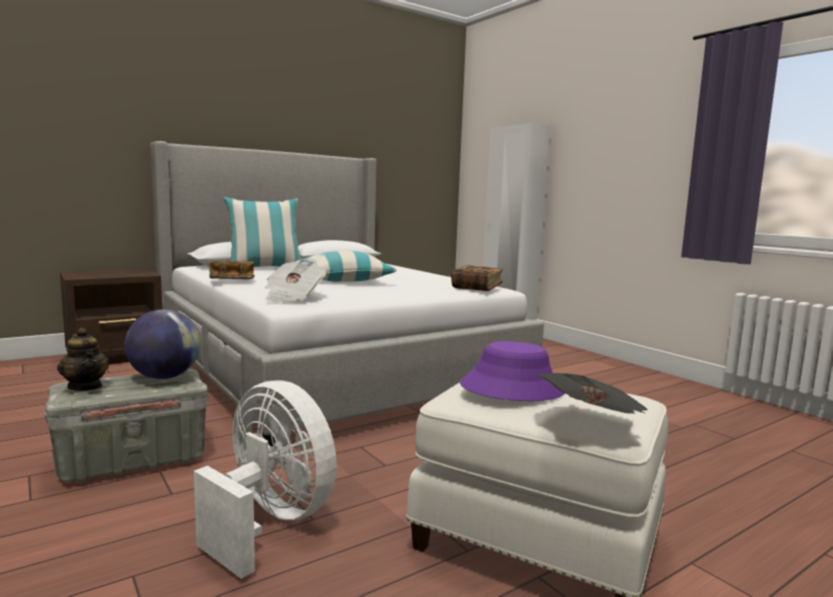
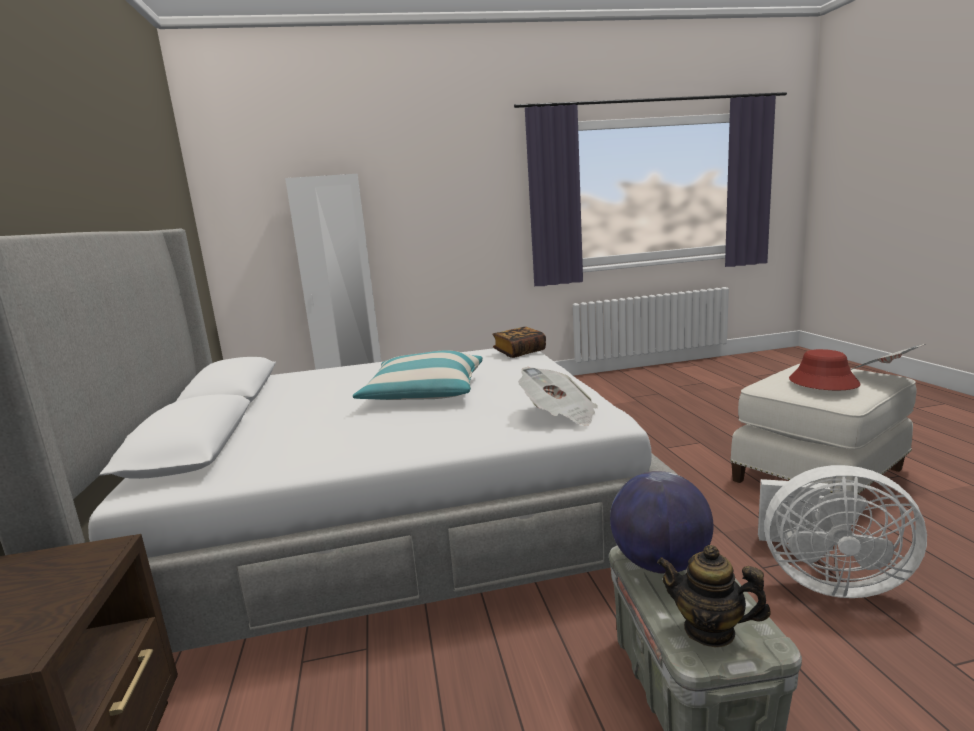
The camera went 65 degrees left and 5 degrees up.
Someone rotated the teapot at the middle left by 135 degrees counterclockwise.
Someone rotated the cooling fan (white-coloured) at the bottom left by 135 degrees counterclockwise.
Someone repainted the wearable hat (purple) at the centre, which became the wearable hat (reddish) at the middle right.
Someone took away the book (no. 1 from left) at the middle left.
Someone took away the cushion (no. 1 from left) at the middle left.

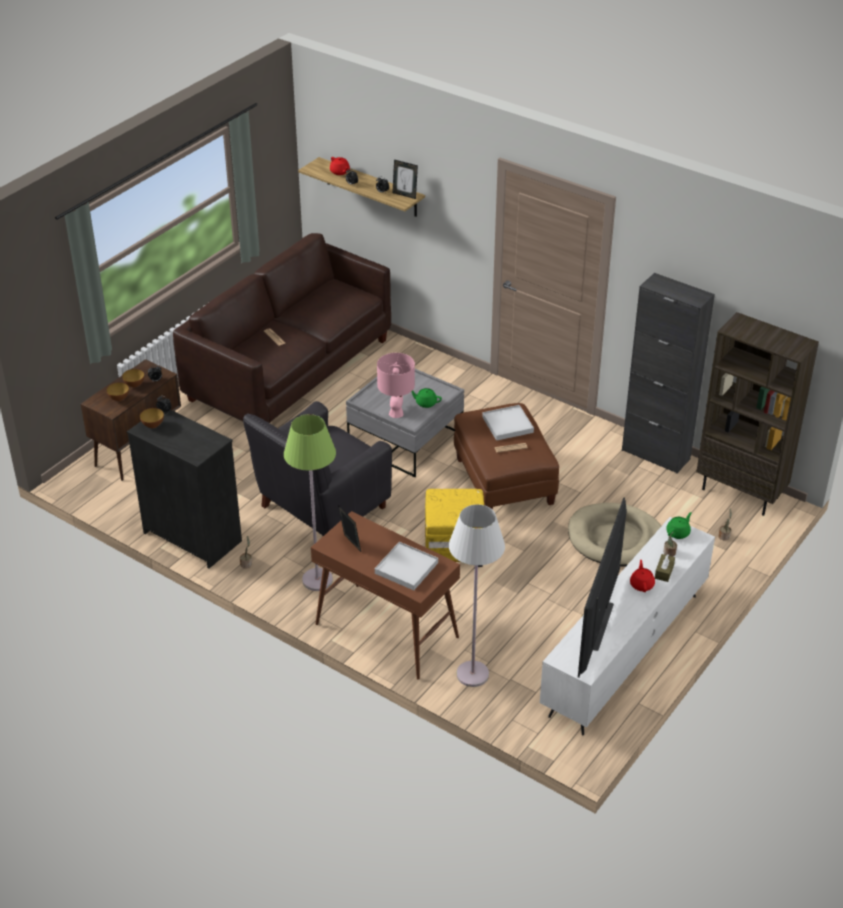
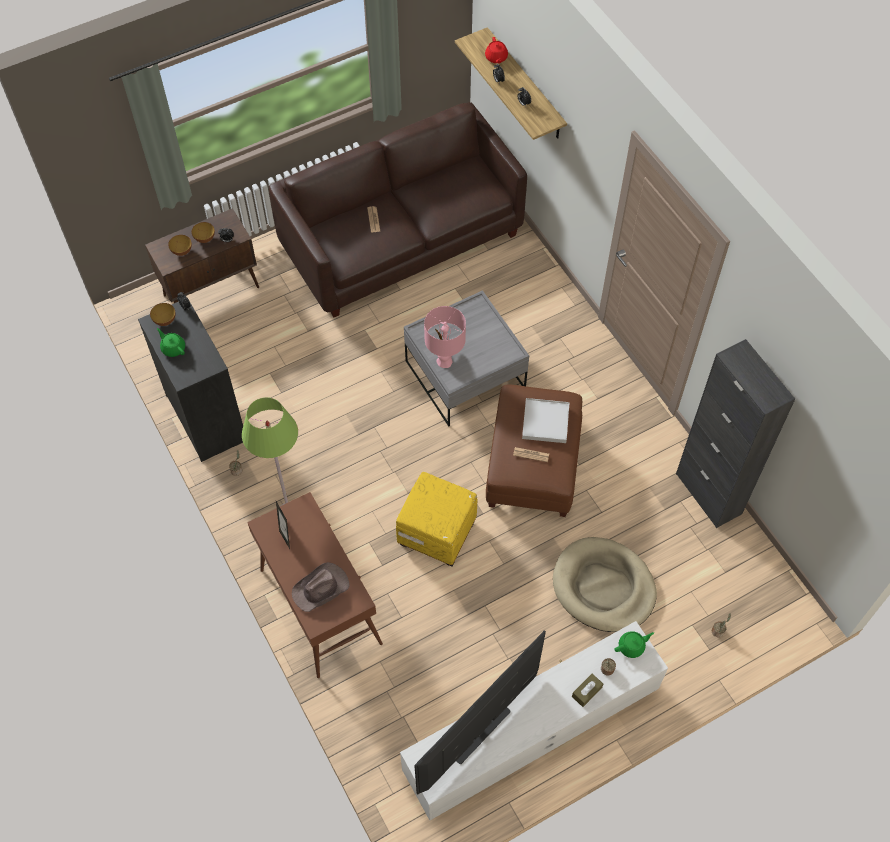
The camera went 25 degrees right and 20 degrees up.
Someone carried the teapot (greenish) (no. 1 from left) from the centre to the middle left.
Someone swapped the tray (white-coloured) (no. 1 from left) at the centre for the wearable hat (brown-coloured) at the bottom centre.
Someone took away the lounge chair (black) at the centre.
Someone took away the picture frame (no. 2 from left) at the top centre.
Someone took away the floor lamp (white-coloured) at the centre.
Someone took away the teapot (reddish) (no. 2 from left) at the middle right.
Someone took away the bookcase (brown-coloured) at the middle right.

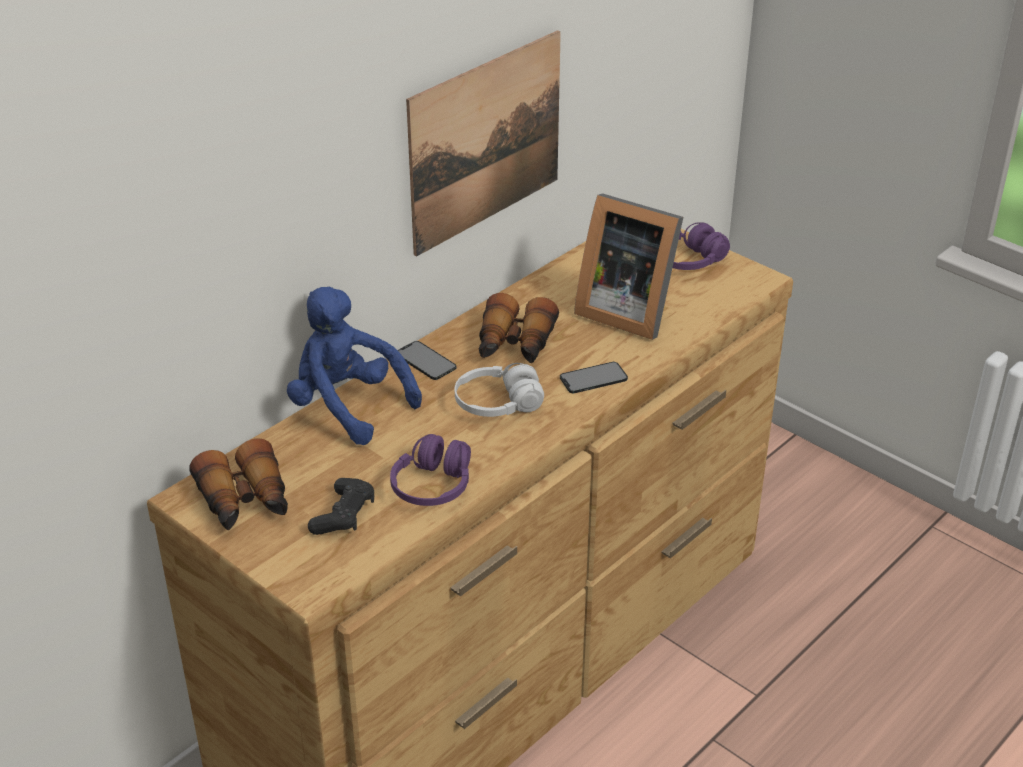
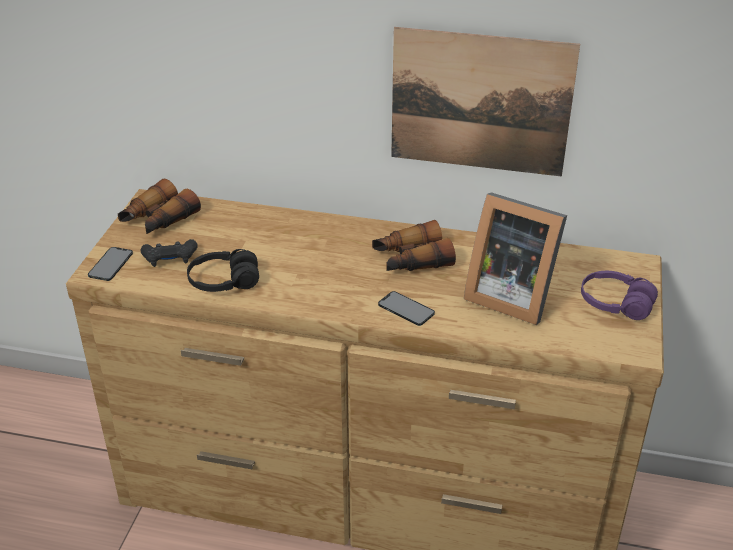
The camera went 60 degrees right and 0 degrees up.
Someone carried the telephone (no. 1 from left) from the centre to the middle left.
Someone repainted the headset (purple) (no. 1 from left) at the centre, which became the headset (black) at the middle left.
Someone rotated the picture frame at the centre by 60 degrees counterclockwise.
Someone took away the plush toy (bluish) at the centre.
Someone took away the headset (white-coloured) at the centre.

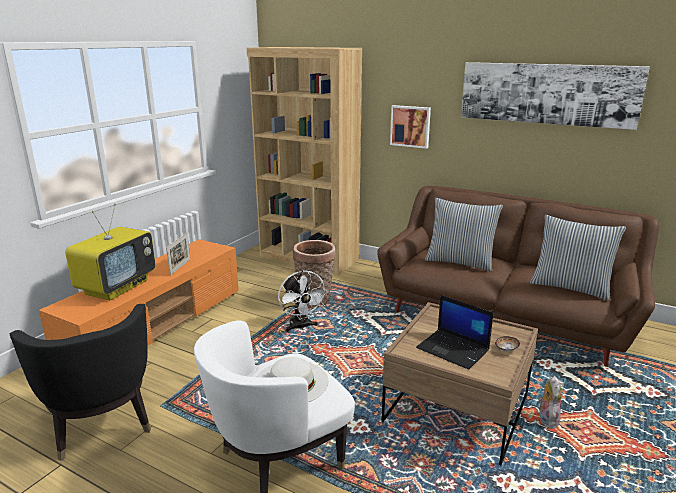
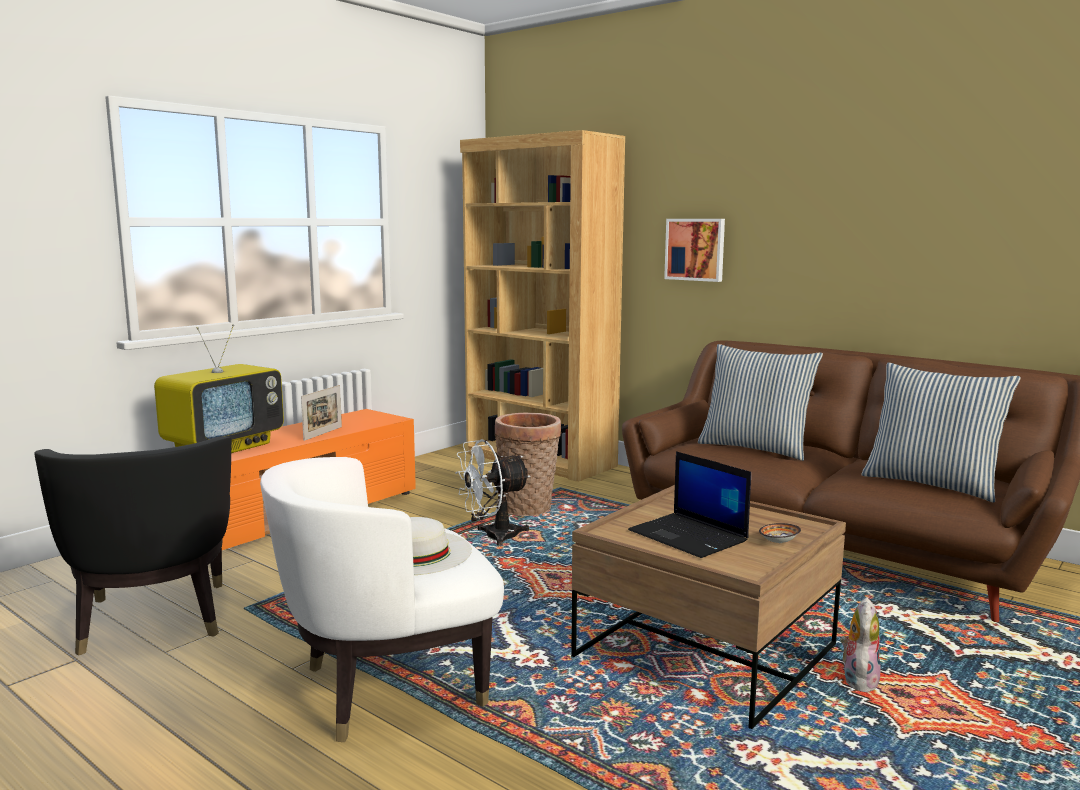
The camera went 10 degrees right and 10 degrees down.
Someone rotated the cooling fan (white-coloured) at the centre by 75 degrees clockwise.
Someone took away the picture (no. 2 from left) at the top right.

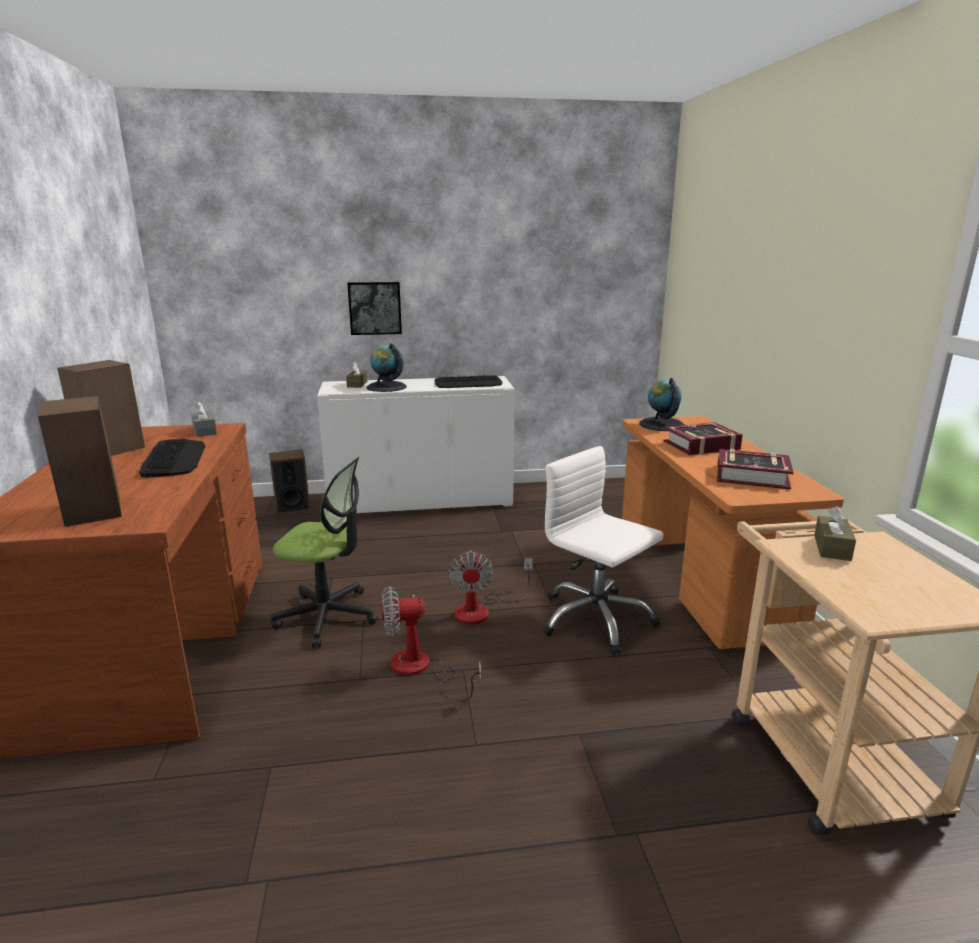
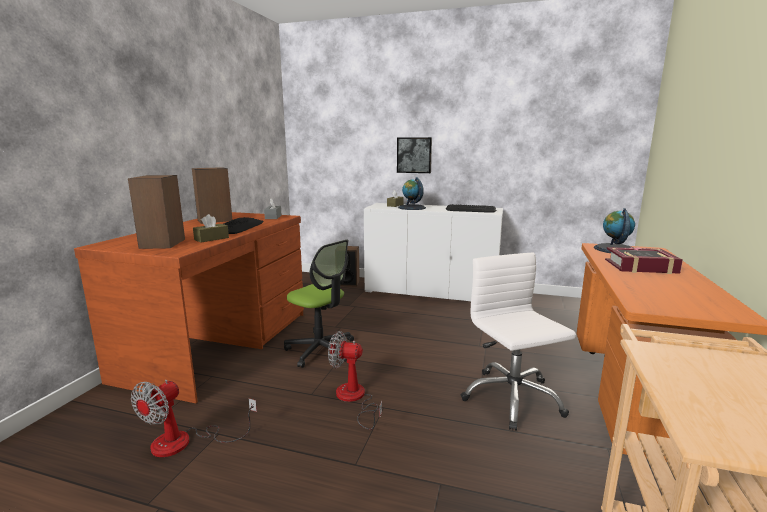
The camera went 25 degrees right and 5 degrees down.
Someone carried the cooling fan (no. 2 from left in the first image) from the centre to the bottom left.
Someone carried the tissue holder (brown-coloured) (no. 2 from left in the first image) from the middle right to the middle left.
Someone took away the book (no. 2 from left) at the middle right.

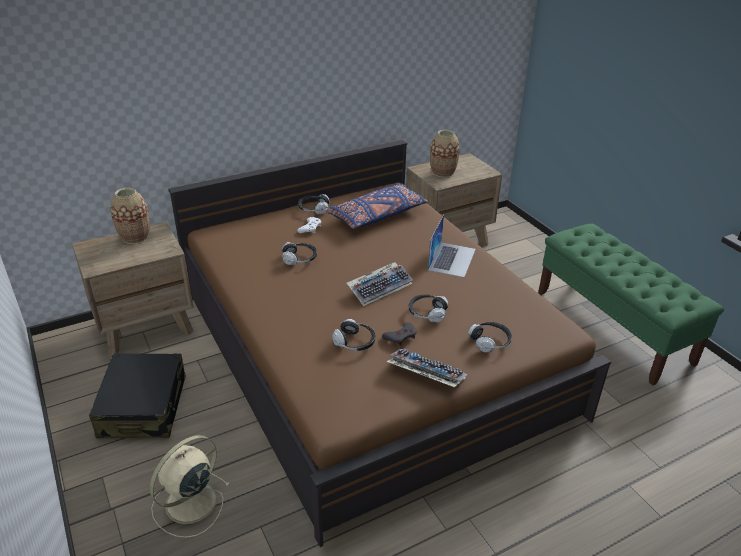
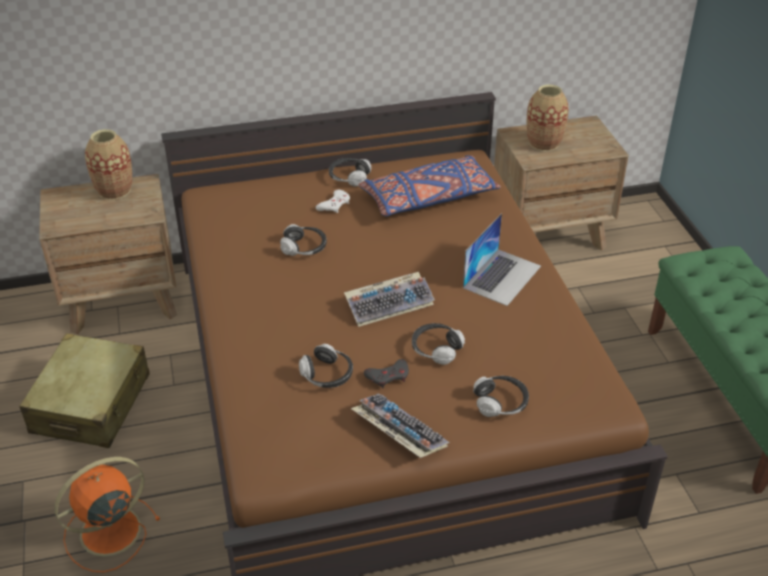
The camera went 15 degrees right and 5 degrees up.
Someone repainted the piece of luggage (black) at the bottom left, which became the piece of luggage (sand-coloured) at the bottom left.
Someone repainted the cooling fan (sand-coloured) at the bottom left, which became the cooling fan (orange-coloured) at the bottom left.

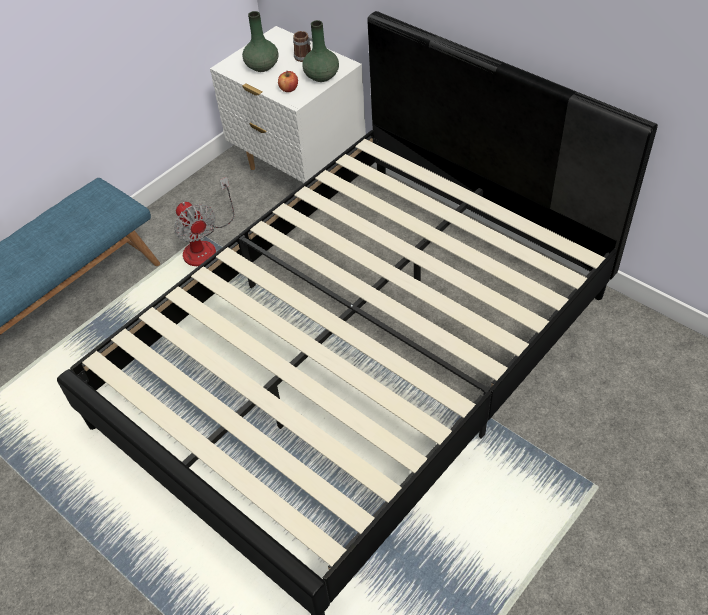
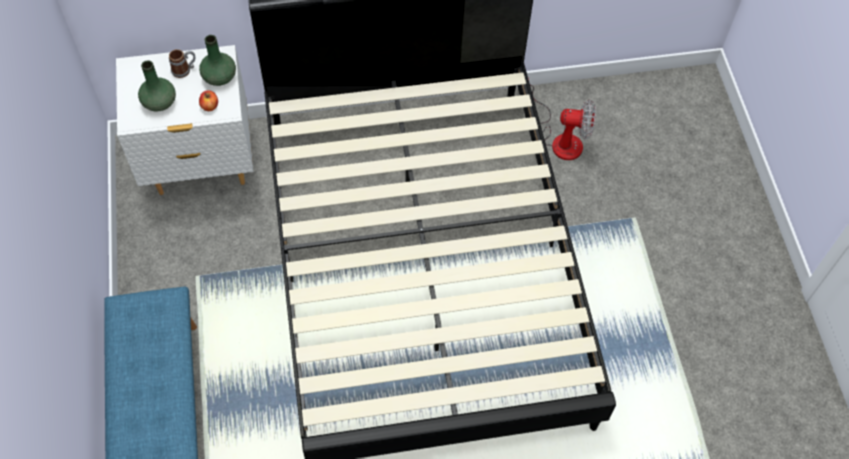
The camera went 55 degrees left and 10 degrees up.
Someone carried the cooling fan from the middle left to the top centre.

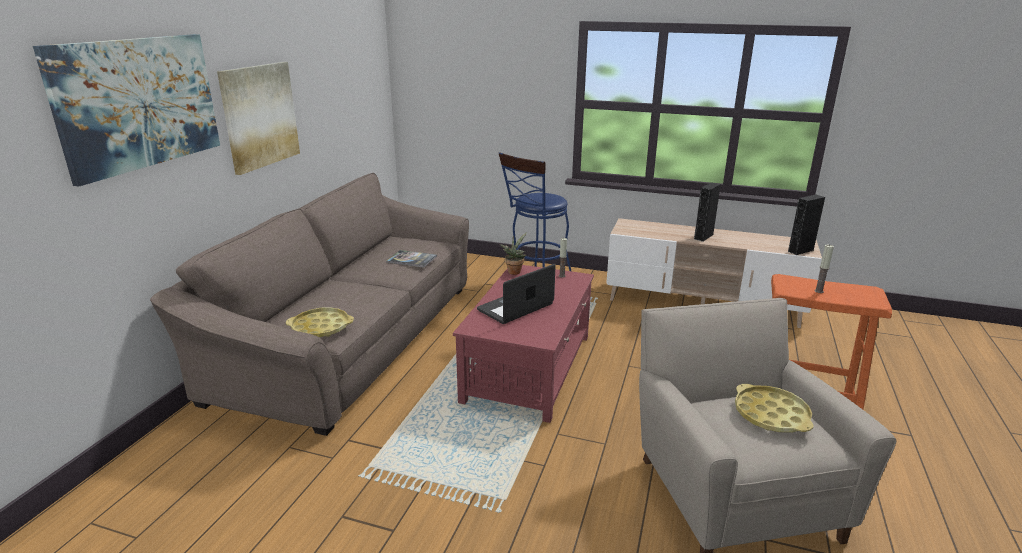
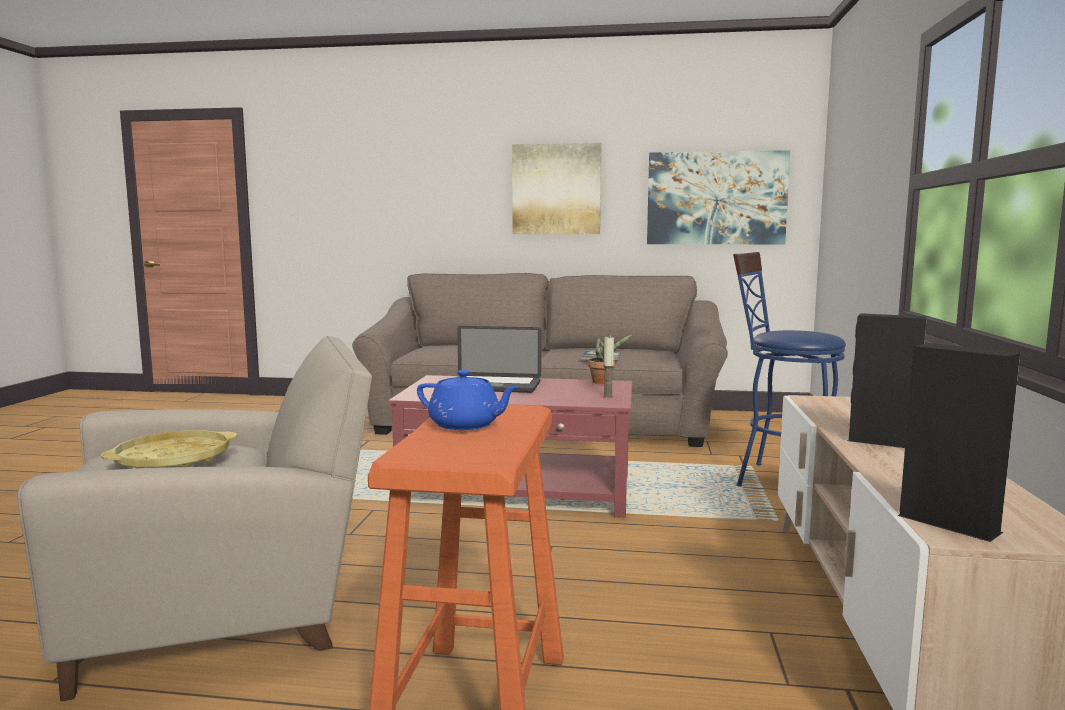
The camera went 80 degrees right and 15 degrees down.
Someone swapped the wax light (no. 2 from left) at the middle right for the teapot (bluish) at the centre.
Someone rotated the laptop at the centre by 150 degrees clockwise.
Someone carried the picture (no. 1 from left in the first image) from the top left to the top right.
Someone took away the tray (yellow-coloured) (no. 1 from left) at the middle left.

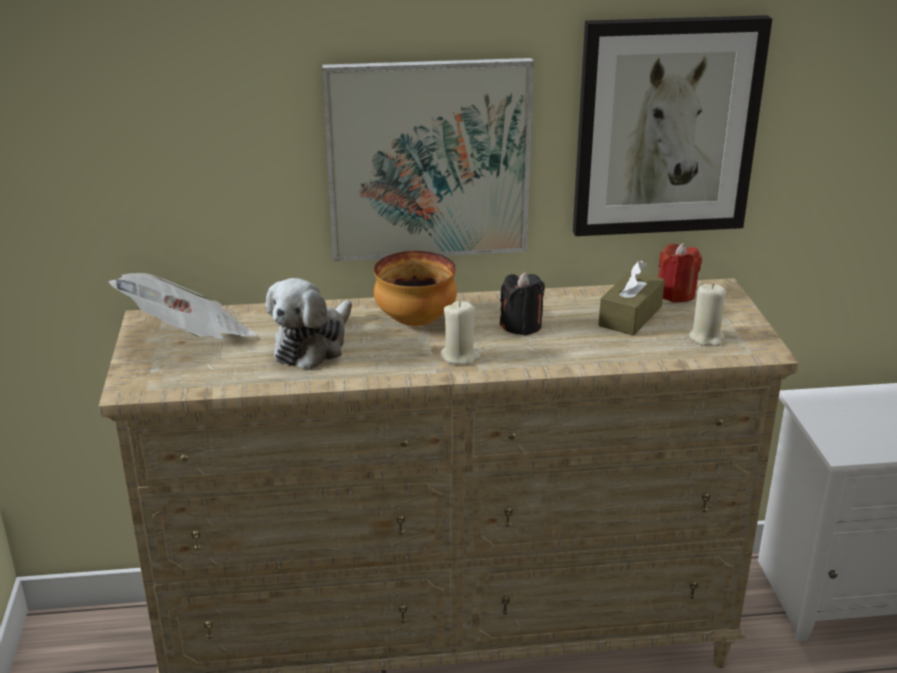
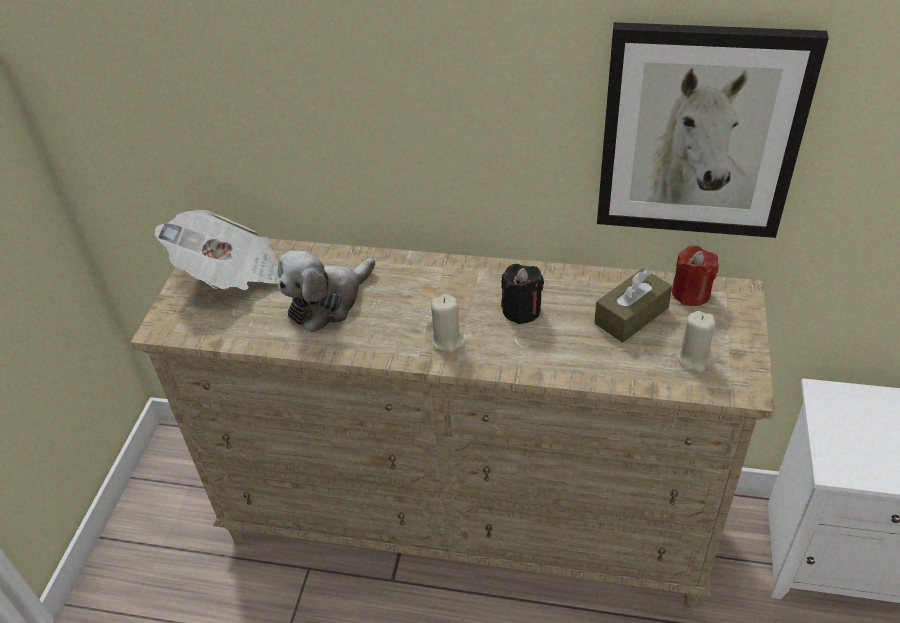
The camera went 20 degrees right and 15 degrees up.
Someone took away the picture (no. 1 from left) at the top centre.
Someone took away the bowl at the centre.

